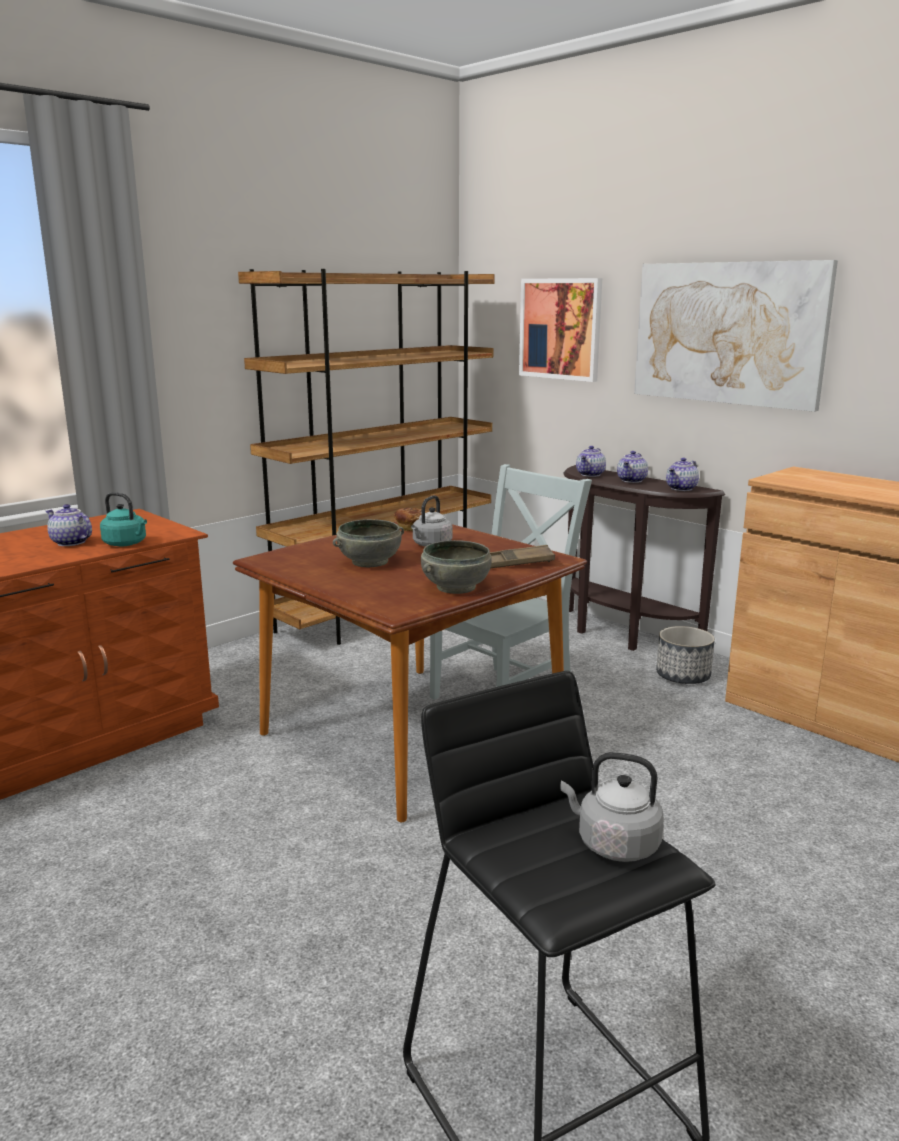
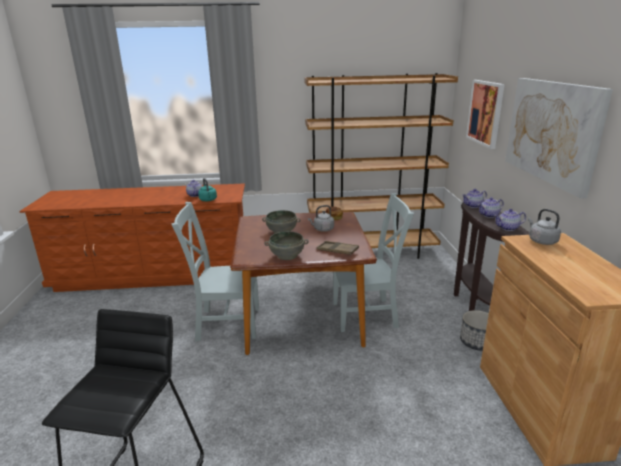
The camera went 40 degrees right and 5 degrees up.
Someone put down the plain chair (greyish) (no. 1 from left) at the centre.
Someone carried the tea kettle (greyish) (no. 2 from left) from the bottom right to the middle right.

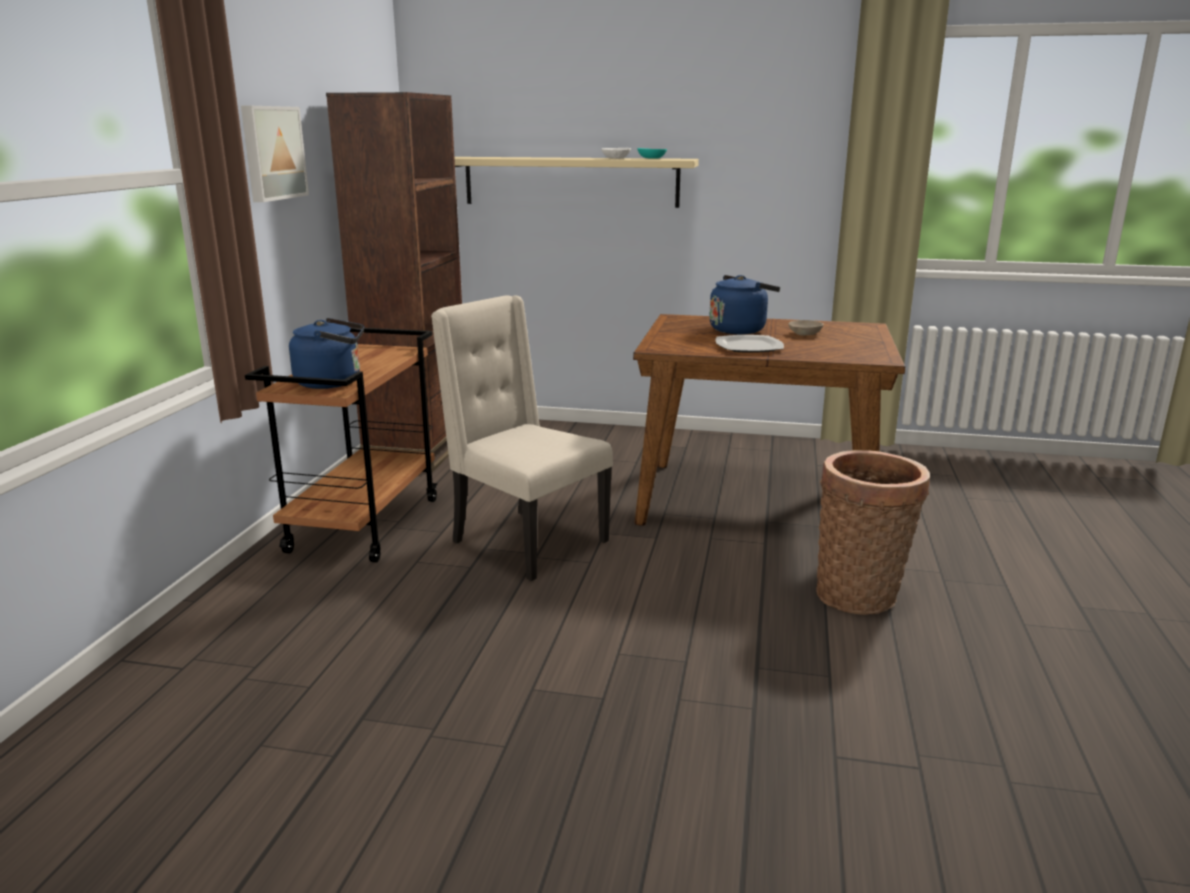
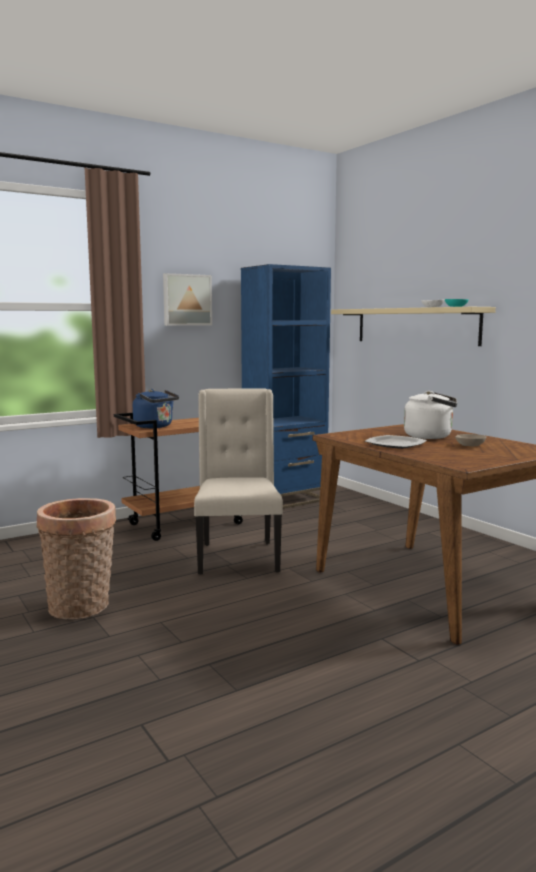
The camera went 45 degrees right and 10 degrees down.
Someone carried the household basket from the middle right to the middle left.
Someone repainted the bookcase (brown-coloured) at the top left, which became the bookcase (bluish) at the centre.
Someone repainted the tea kettle (bluish) (no. 2 from left) at the centre, which became the tea kettle (white-coloured) at the middle right.

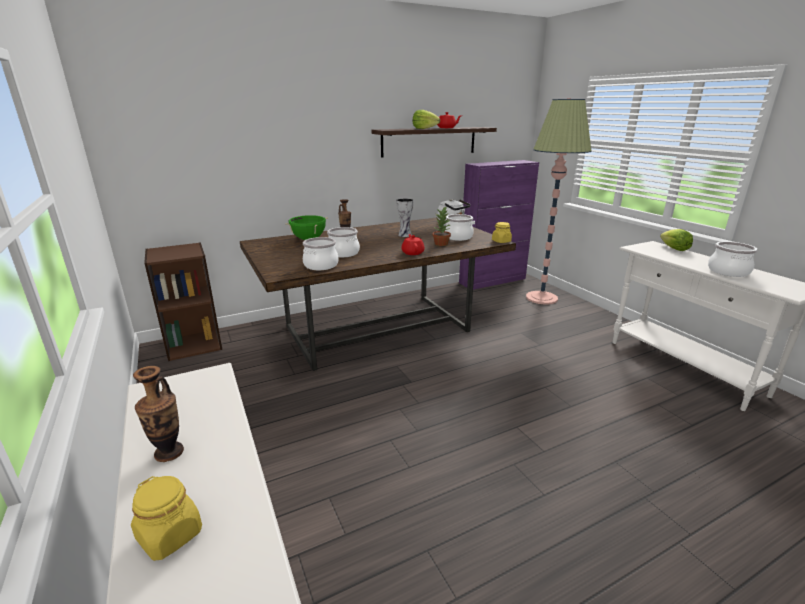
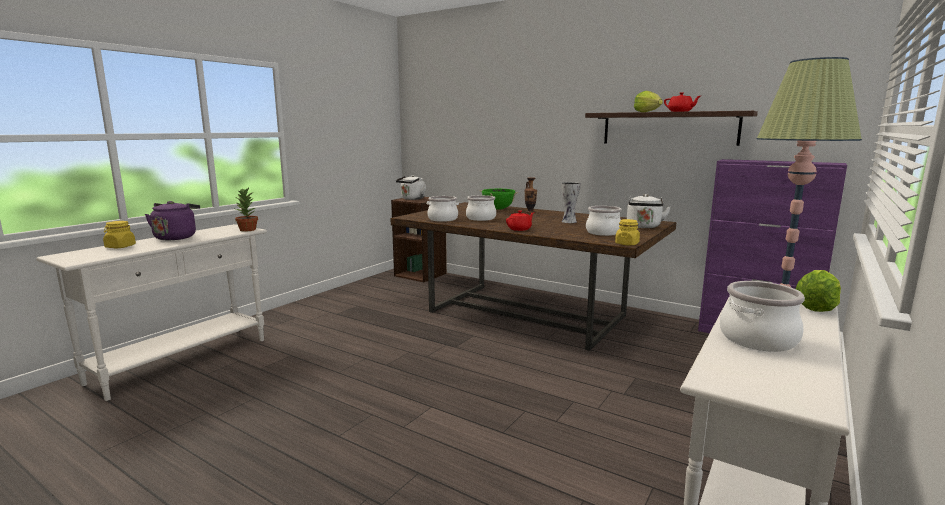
The camera went 60 degrees right and 10 degrees down.
Someone swapped the vase (no. 1 from left) at the bottom left for the tea kettle (purple) at the middle left.
Someone carried the potted plant from the centre to the middle left.
Someone put down the tea kettle (white-coloured) (no. 1 from left) at the centre.

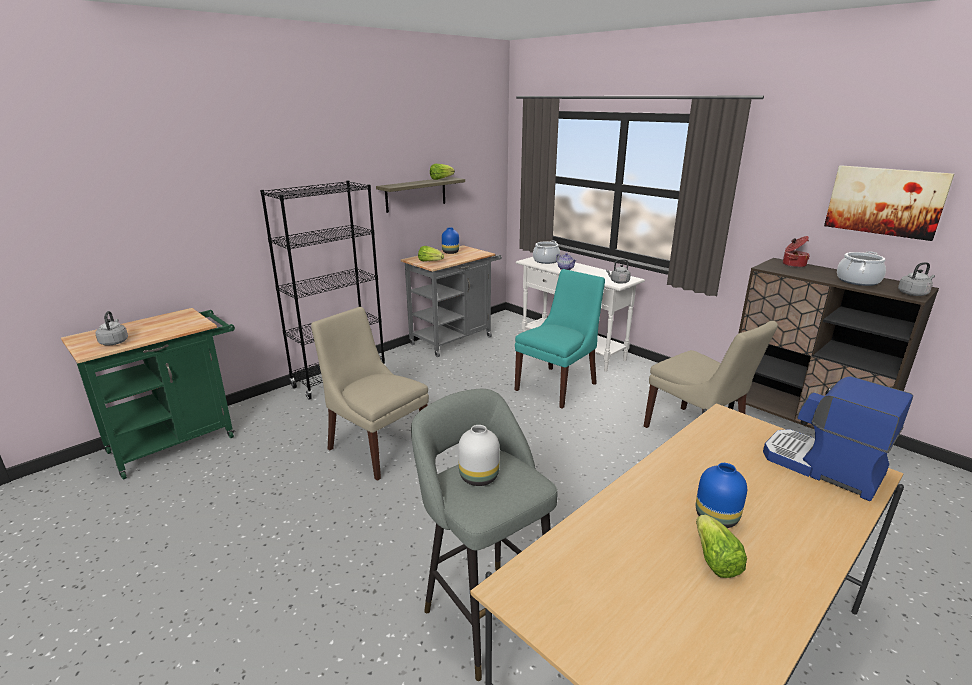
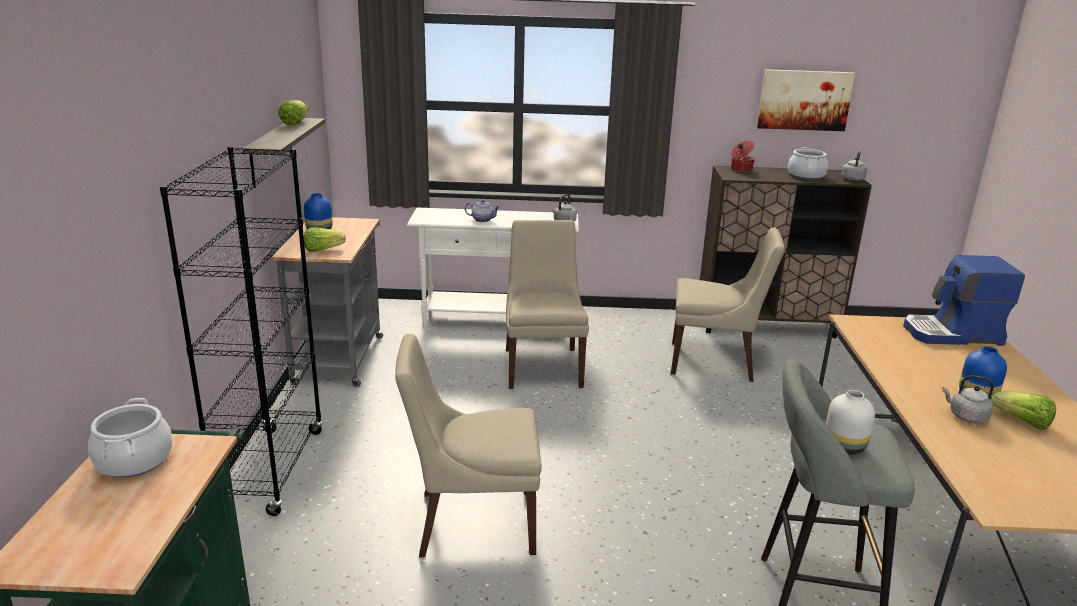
The camera went 45 degrees left and 0 degrees up.
Someone carried the stockpot (no. 1 from left) from the centre to the bottom left.
Someone repainted the plain chair (turquoise-coloured) at the centre, which became the plain chair (sand-coloured) (no. 2 from left) at the centre.
Someone carried the tea kettle (greyish) (no. 1 from left in the first image) from the middle left to the middle right.

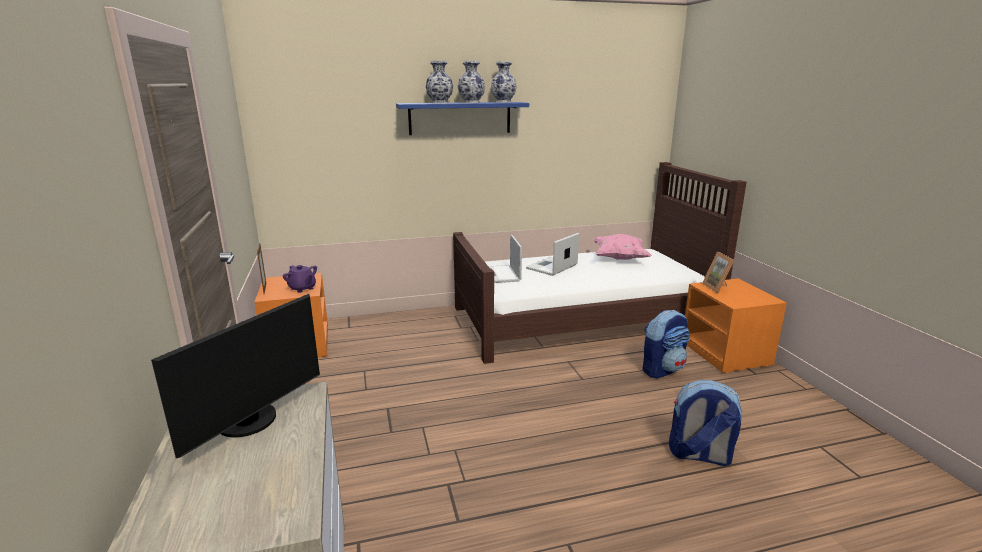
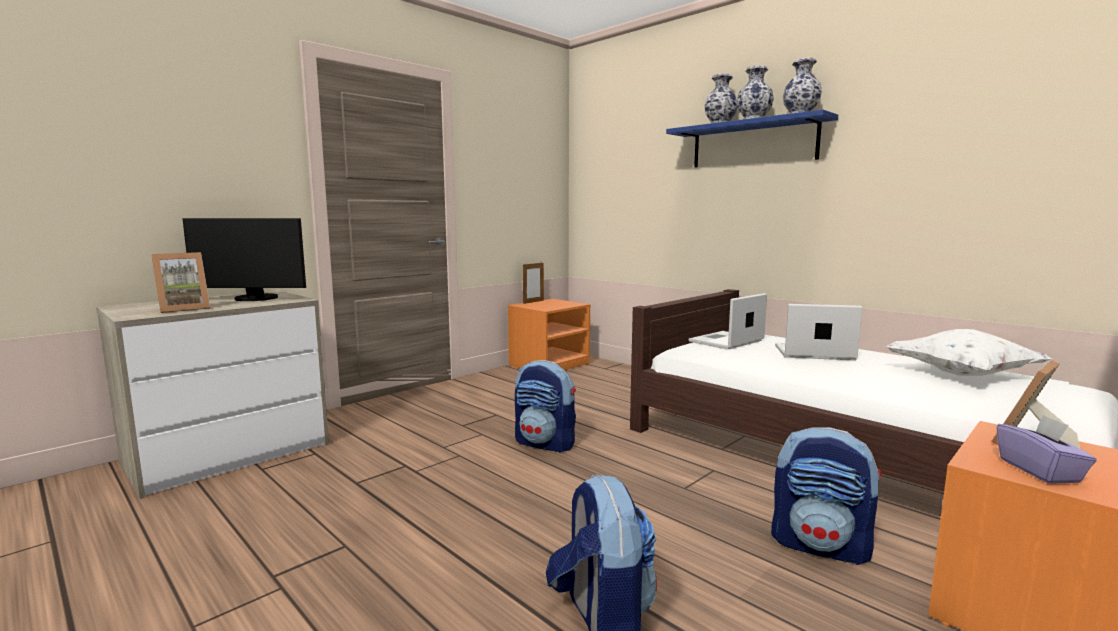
The camera went 60 degrees right and 10 degrees down.
Someone put down the picture frame (no. 1 from left) at the middle left.
Someone put down the backpack (no. 1 from left) at the centre.
Someone repainted the cushion (pink-coloured) at the centre, which became the cushion (white-coloured) at the middle right.
Someone put down the tissue holder (purple) at the bottom right.
Someone took away the teapot (purple) at the middle left.

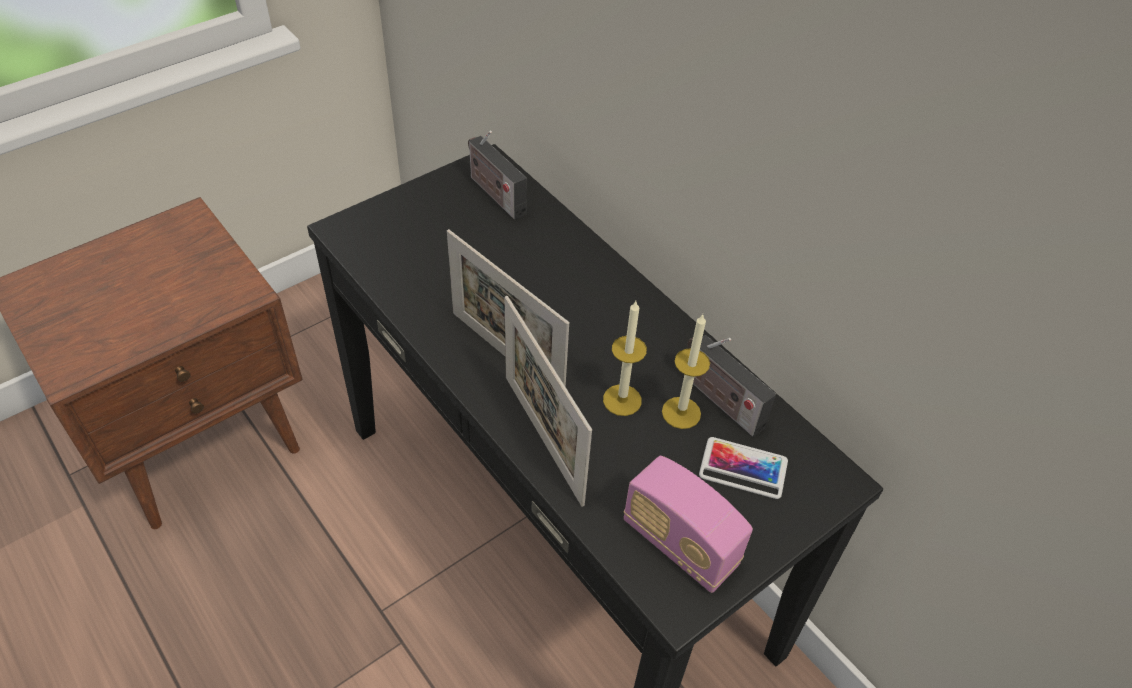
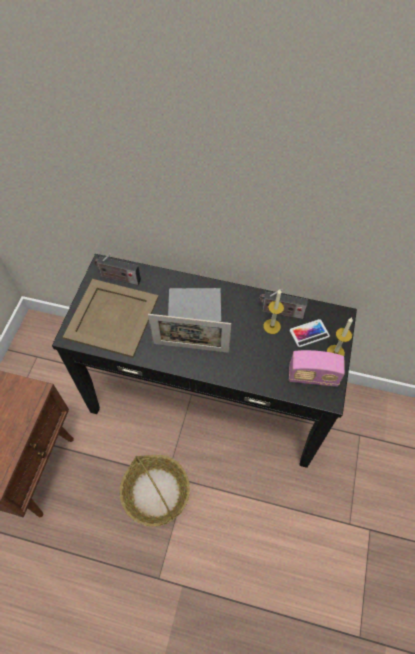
The camera went 35 degrees left and 10 degrees up.
Someone put down the tray (sand-coloured) at the middle left.
Someone put down the household basket at the bottom centre.
Someone put down the book (greyish) at the centre.
Someone carried the wax light (no. 1 from left in the first image) from the centre to the middle right.
Someone took away the picture frame (no. 2 from left) at the centre.

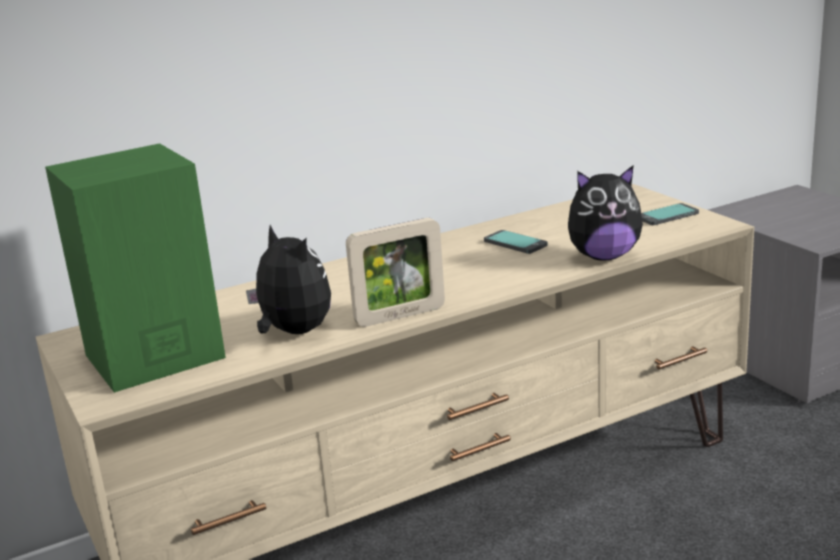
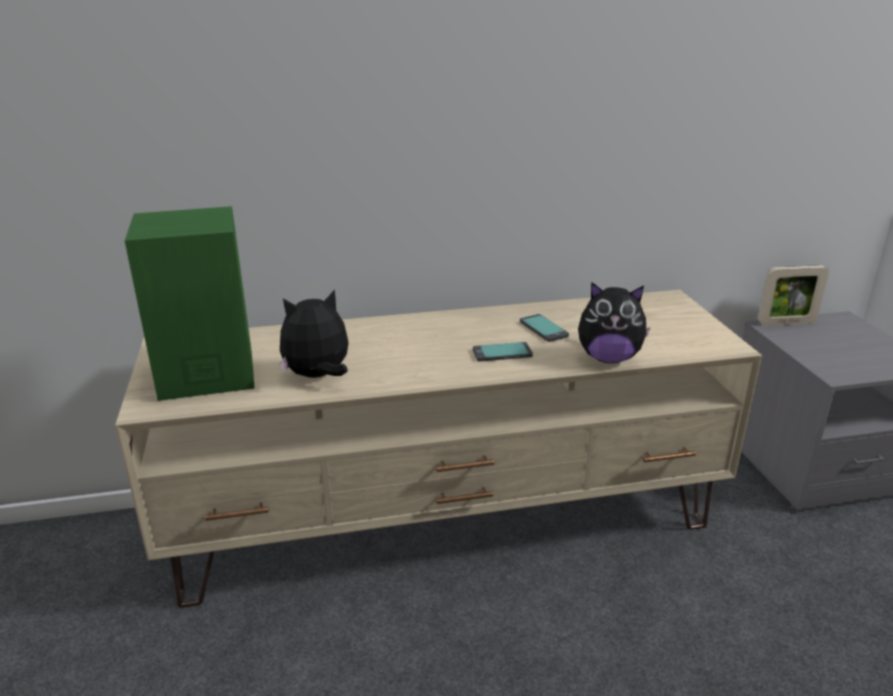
The camera went 15 degrees right and 5 degrees up.
Someone rotated the plush toy (no. 1 from left) at the centre by 90 degrees counterclockwise.
Someone carried the telephone (no. 2 from left in the first image) from the middle right to the centre.
Someone carried the picture frame from the centre to the middle right.

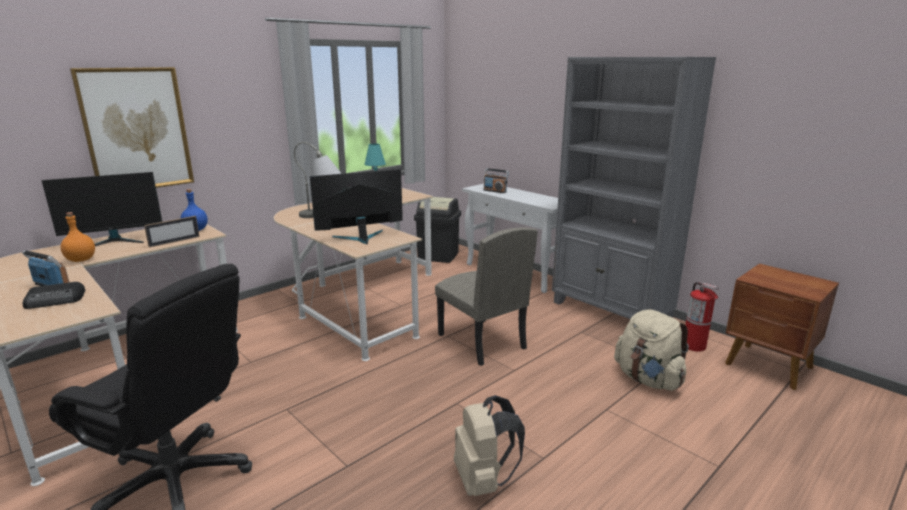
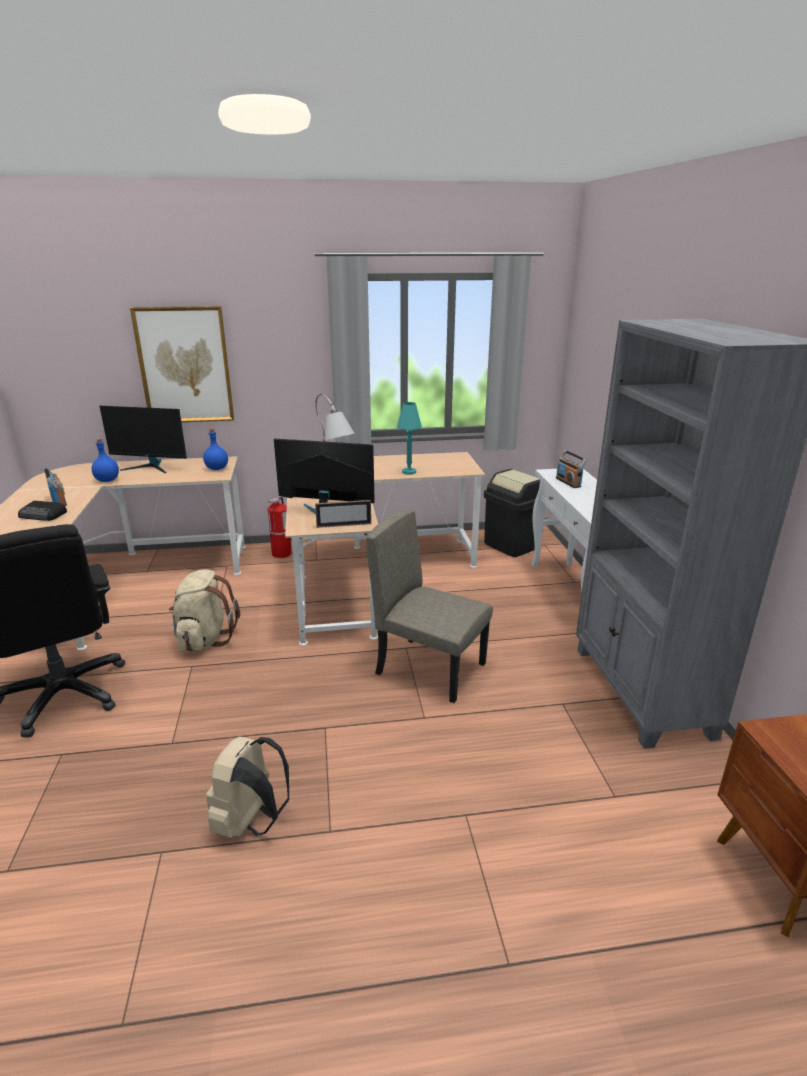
The camera went 35 degrees right and 5 degrees up.
Someone repainted the drink bottle (orange-coloured) at the middle left, which became the drink bottle (bluish) (no. 1 from left) at the middle left.
Someone carried the backpack (sand-coloured) (no. 2 from left in the first image) from the bottom right to the middle left.
Someone carried the fire-fighting cylinder from the middle right to the centre.
Someone carried the picture frame from the middle left to the centre.
Someone rotated the plain chair (sand-coloured) at the centre by 120 degrees clockwise.

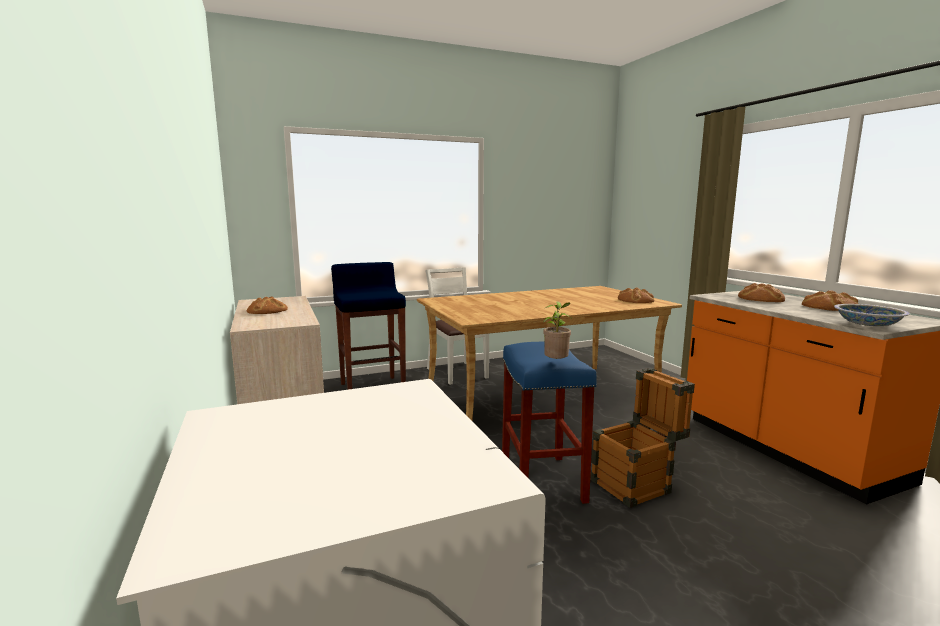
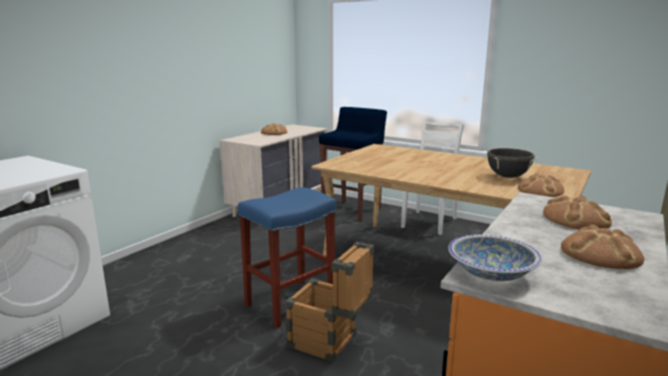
The camera went 55 degrees right and 5 degrees up.
Someone put down the stockpot (black) at the middle right.
Someone took away the potted plant at the centre.

